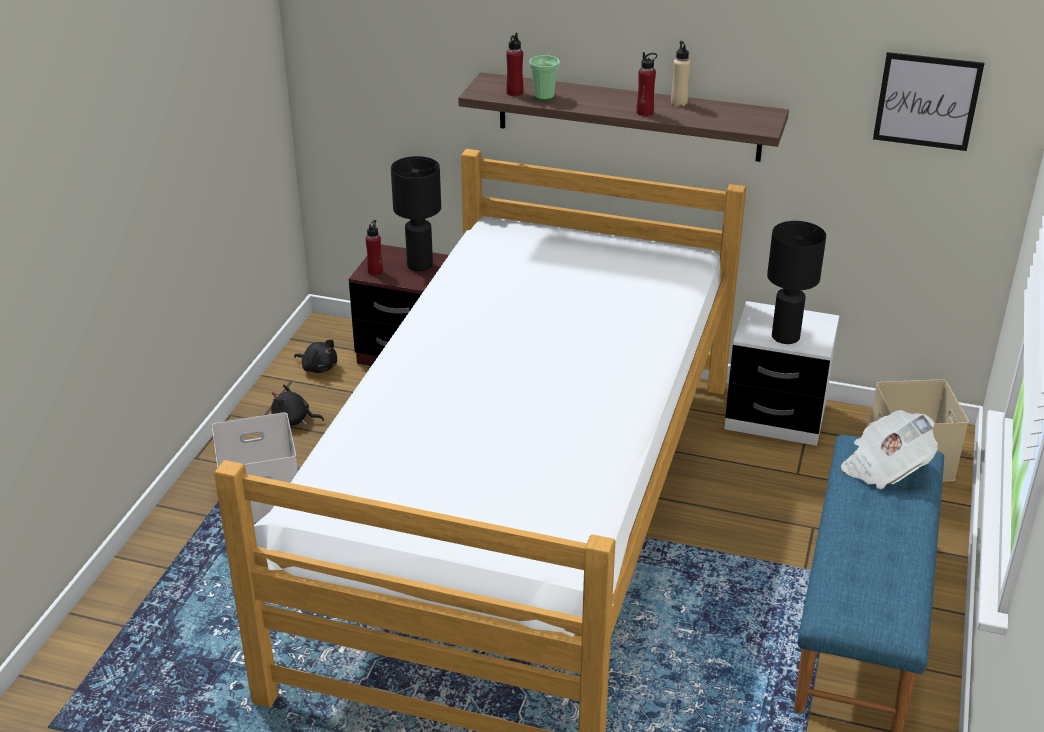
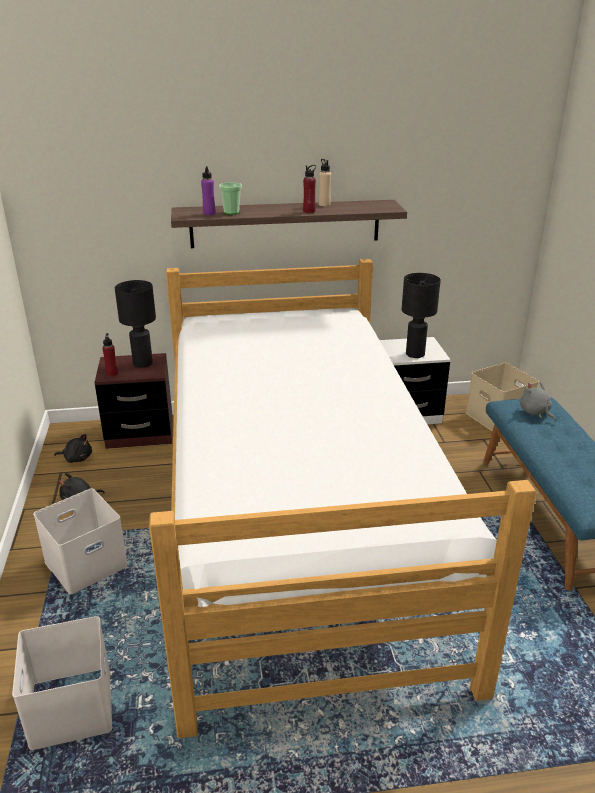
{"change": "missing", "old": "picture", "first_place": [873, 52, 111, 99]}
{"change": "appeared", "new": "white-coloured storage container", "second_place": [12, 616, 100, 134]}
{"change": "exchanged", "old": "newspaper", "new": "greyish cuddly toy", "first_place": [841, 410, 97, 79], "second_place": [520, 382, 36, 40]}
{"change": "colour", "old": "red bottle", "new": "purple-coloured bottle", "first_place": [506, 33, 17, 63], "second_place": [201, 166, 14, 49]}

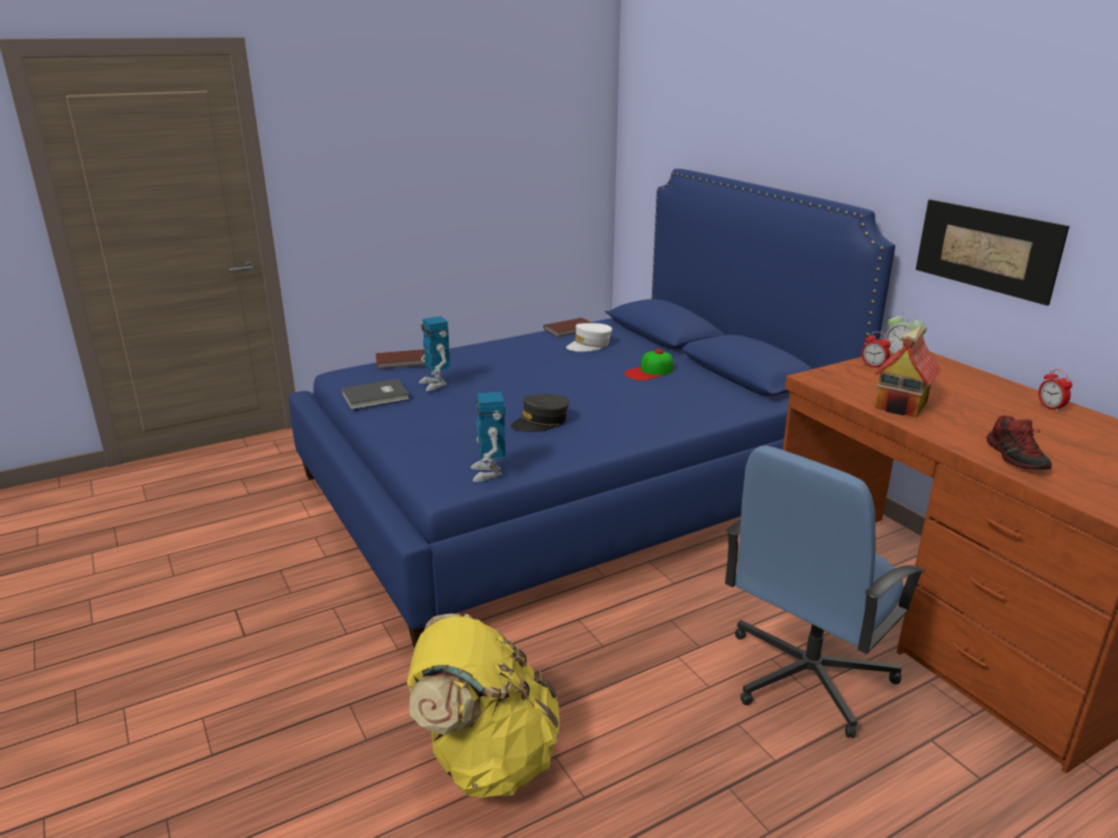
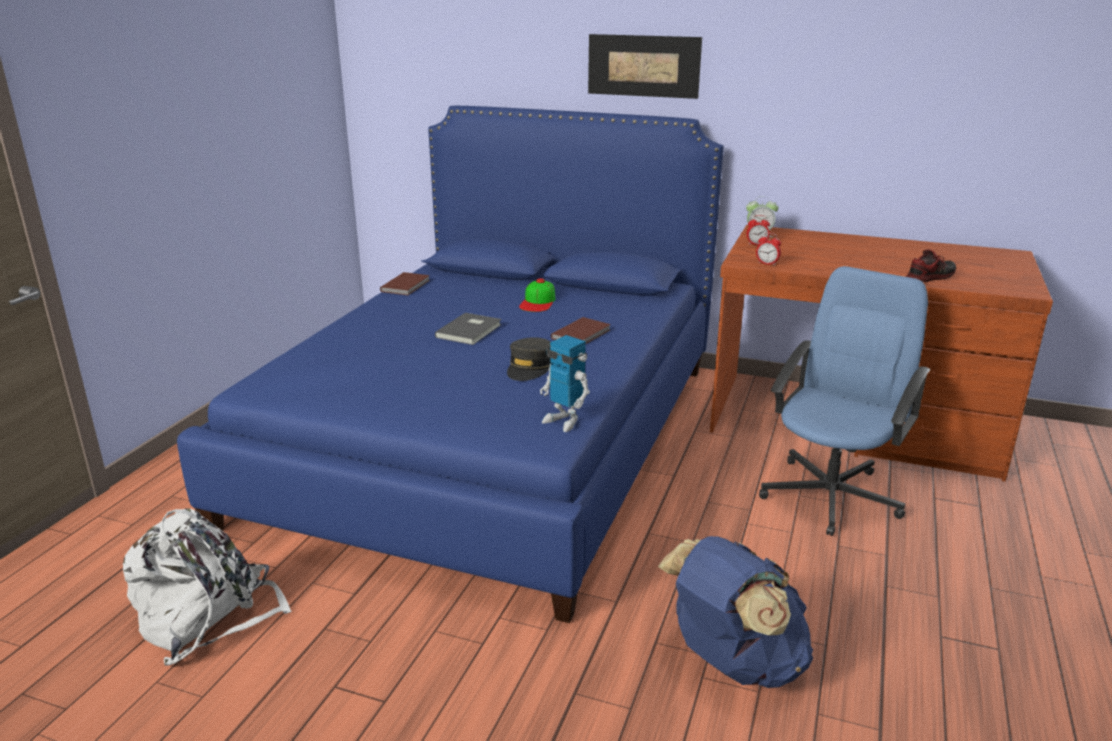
{"change": "missing", "old": "robot figure", "first_place": [419, 316, 31, 75]}
{"change": "missing", "old": "white-coloured cap", "first_place": [566, 323, 46, 29]}
{"change": "missing", "old": "model house", "first_place": [874, 326, 67, 92]}
{"change": "appeared", "new": "white-coloured rucksack", "second_place": [123, 509, 169, 157]}
{"change": "relocated", "old": "greyish bound book", "first_place": [341, 379, 68, 30], "second_place": [435, 313, 67, 32]}
{"change": "relocated", "old": "brown bound book", "first_place": [376, 349, 49, 20], "second_place": [551, 317, 60, 27]}
{"change": "relocated", "old": "picture", "first_place": [916, 199, 153, 107], "second_place": [588, 34, 114, 65]}
{"change": "relocated", "old": "bedside clock", "first_place": [1039, 369, 33, 43], "second_place": [756, 232, 25, 33]}
{"change": "colour", "old": "yellow-coloured rucksack", "new": "bluish rucksack", "first_place": [407, 614, 153, 184], "second_place": [658, 536, 155, 152]}
{"change": "spun", "old": "bluish desk chair", "first_place": [725, 446, 201, 292], "second_place": [759, 266, 172, 270], "degrees": -150}
{"change": "spun", "old": "low shoe", "first_place": [987, 416, 65, 53], "second_place": [906, 249, 50, 33], "degrees": -75}

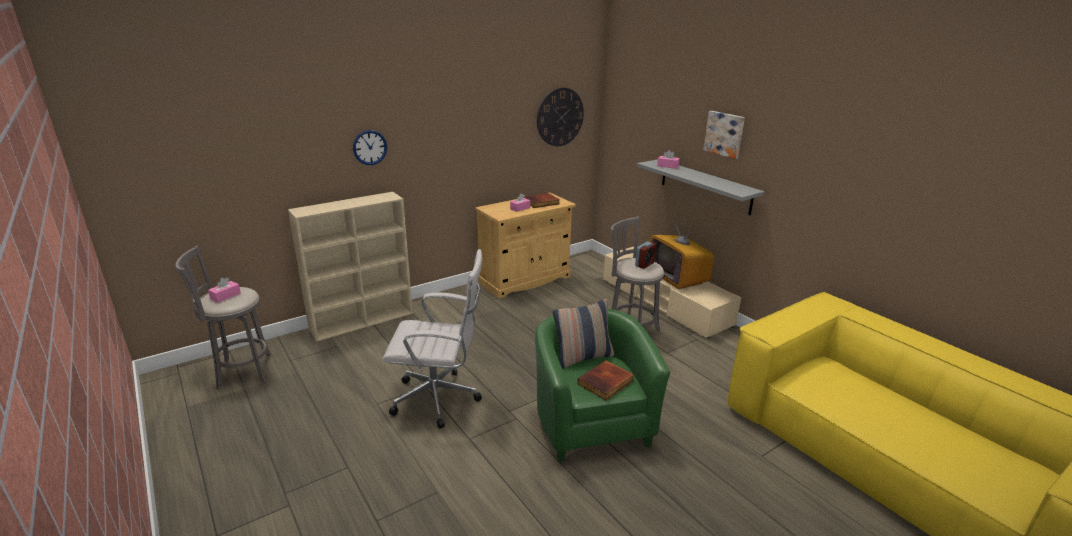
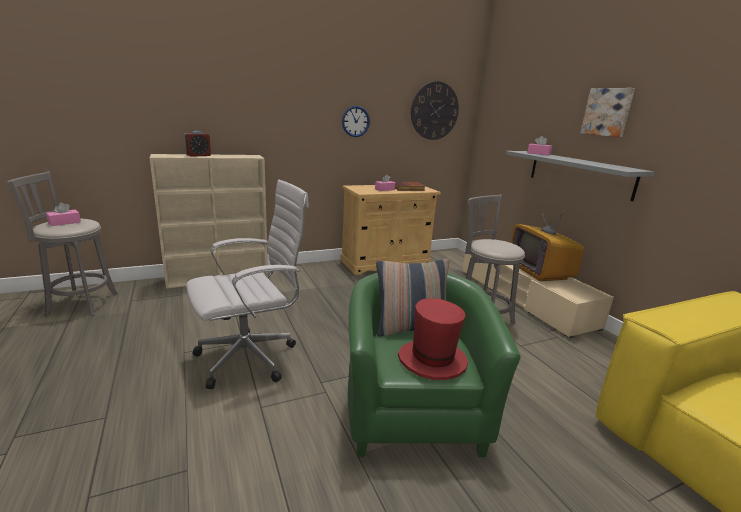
{"change": "relocated", "old": "hanging clock", "first_place": [353, 130, 34, 35], "second_place": [342, 106, 28, 31]}
{"change": "relocated", "old": "bedside clock", "first_place": [635, 241, 21, 28], "second_place": [184, 131, 27, 26]}
{"change": "exchanged", "old": "bound book", "new": "red wearable hat", "first_place": [578, 360, 56, 41], "second_place": [398, 298, 70, 82]}
{"change": "spun", "old": "white-coloured desk chair", "first_place": [383, 249, 99, 180], "second_place": [186, 180, 123, 209], "degrees": -45}

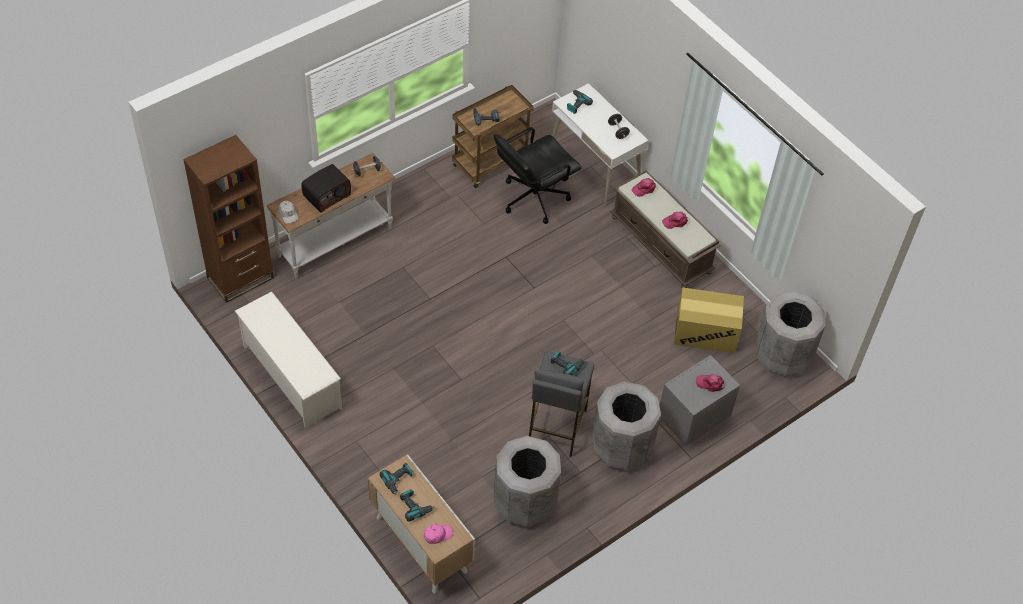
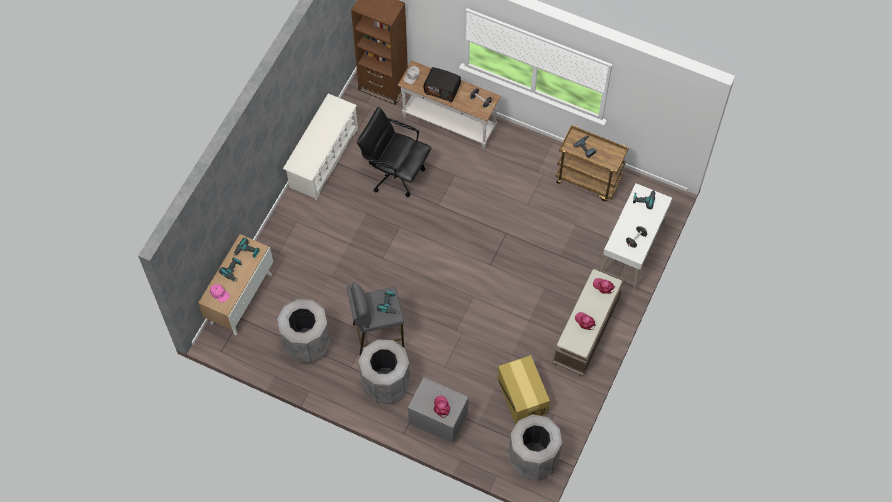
{"change": "relocated", "old": "blackish desk chair", "first_place": [494, 127, 88, 97], "second_place": [357, 107, 74, 90]}

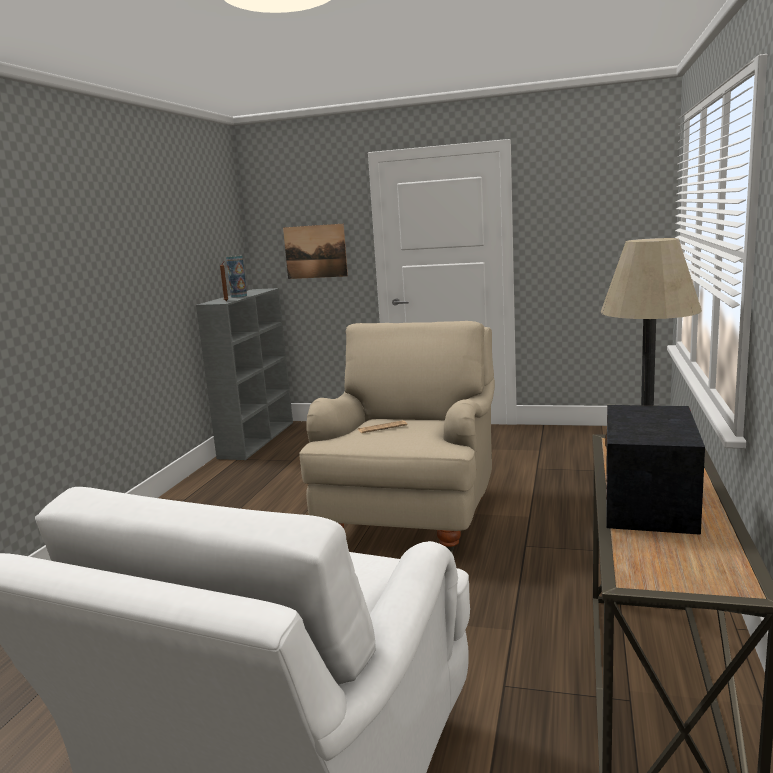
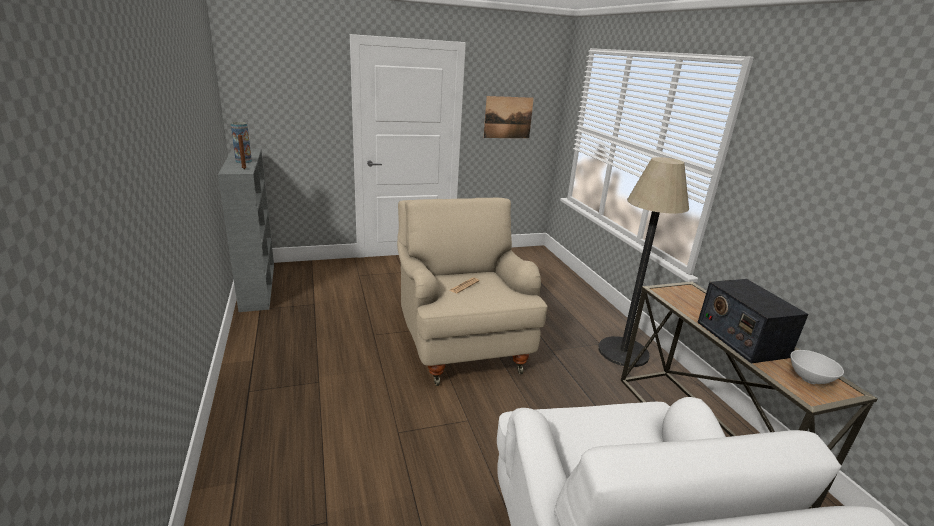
{"change": "appeared", "new": "white-coloured serving bowl", "second_place": [791, 350, 53, 34]}
{"change": "relocated", "old": "picture", "first_place": [283, 224, 65, 55], "second_place": [484, 96, 50, 42]}

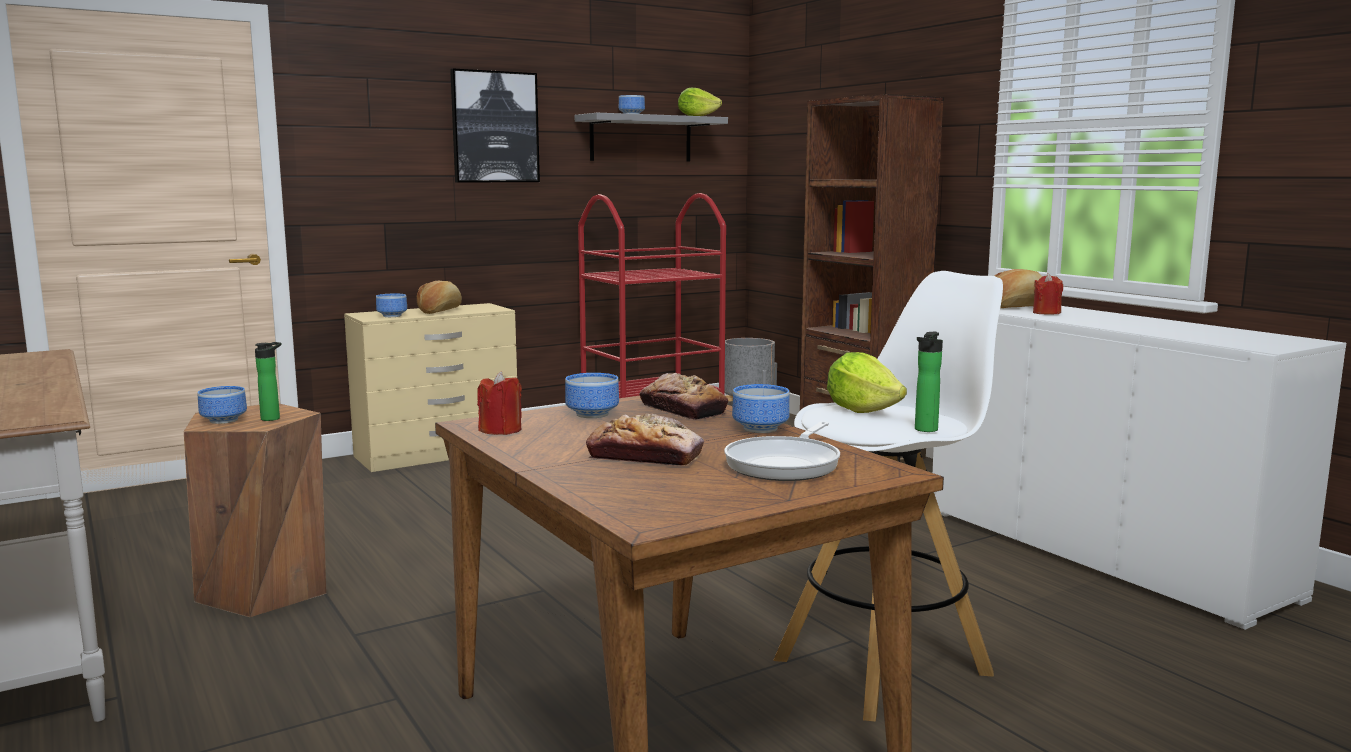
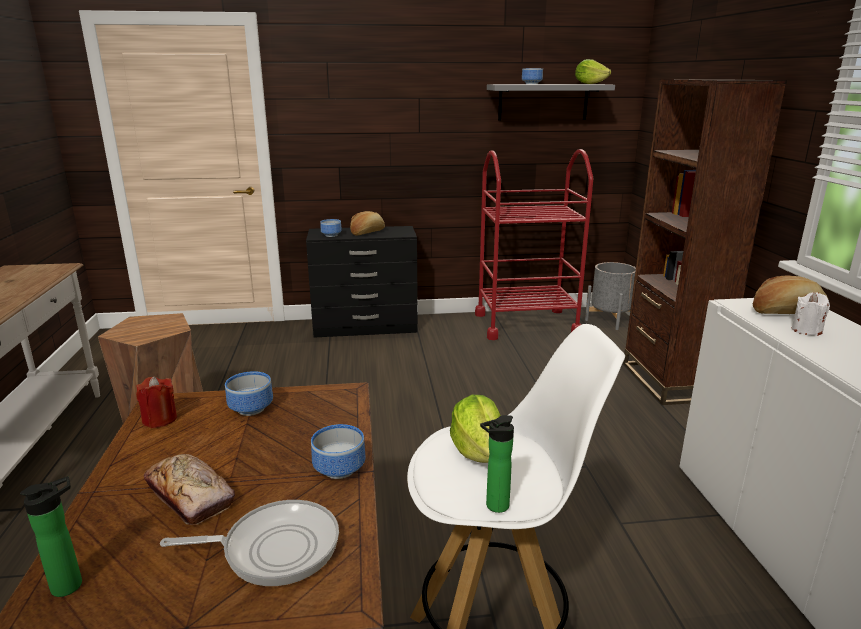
{"change": "missing", "old": "serving bowl", "first_place": [197, 386, 50, 38]}
{"change": "missing", "old": "picture", "first_place": [450, 69, 90, 114]}
{"change": "missing", "old": "bakery bread", "first_place": [639, 373, 89, 47]}
{"change": "relocated", "old": "bottle", "first_place": [255, 342, 26, 79], "second_place": [20, 476, 62, 121]}
{"change": "colour", "old": "beige-coloured chest of drawers", "new": "blackish chest of drawers", "first_place": [344, 303, 173, 169], "second_place": [306, 226, 112, 111]}
{"change": "colour", "old": "red wax candle", "new": "white-coloured wax candle", "first_place": [1033, 274, 30, 41], "second_place": [792, 292, 38, 44]}
{"change": "spun", "old": "frying pan", "first_place": [724, 422, 116, 59], "second_place": [160, 500, 179, 86], "degrees": -150}

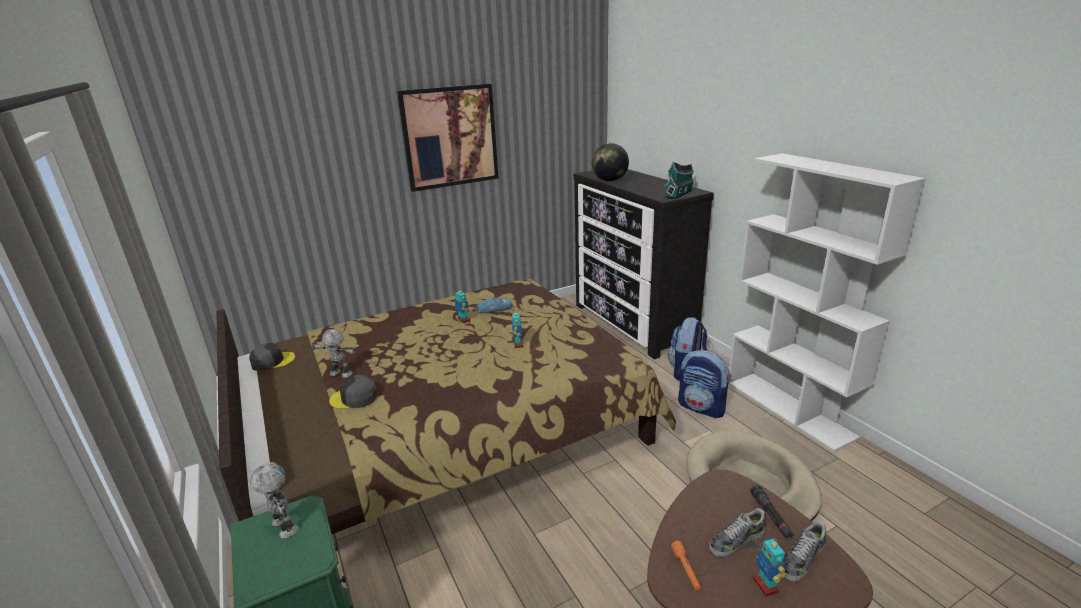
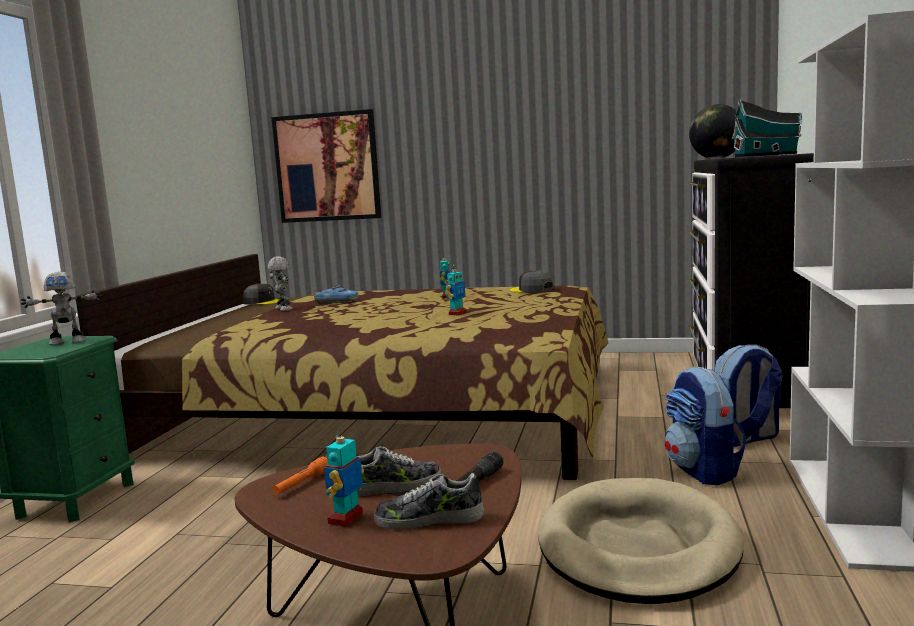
{"change": "relocated", "old": "greyish cap", "first_place": [329, 375, 49, 34], "second_place": [510, 270, 43, 23]}
{"change": "relocated", "old": "picture", "first_place": [397, 84, 102, 108], "second_place": [271, 109, 110, 114]}
{"change": "relocated", "old": "model car", "first_place": [476, 296, 37, 17], "second_place": [314, 284, 45, 19]}
{"change": "spun", "old": "robot figure", "first_place": [250, 462, 49, 76], "second_place": [21, 272, 81, 73], "degrees": 75}
{"change": "spun", "old": "low shoe", "first_place": [709, 508, 56, 49], "second_place": [357, 446, 85, 50], "degrees": 150}

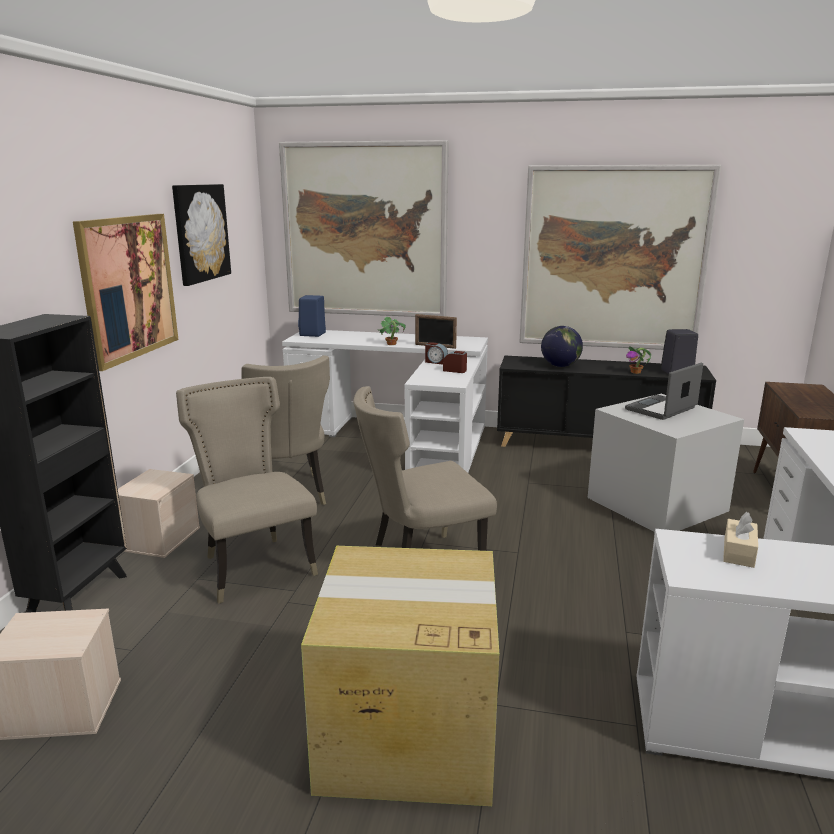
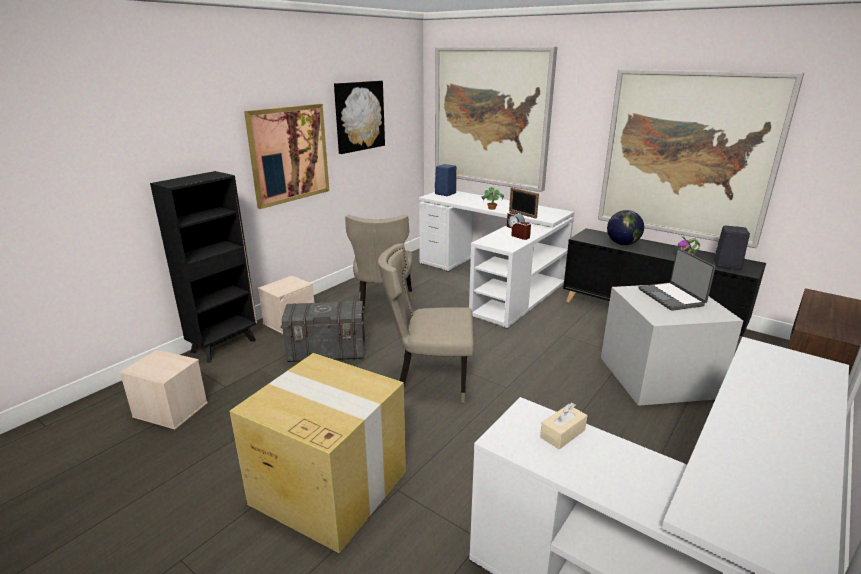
{"change": "exchanged", "old": "beige-coloured plain chair", "new": "greyish storage container", "first_place": [176, 377, 142, 227], "second_place": [281, 301, 84, 61]}
{"change": "spun", "old": "notebook computer", "first_place": [625, 363, 78, 57], "second_place": [638, 248, 78, 63], "degrees": -90}

